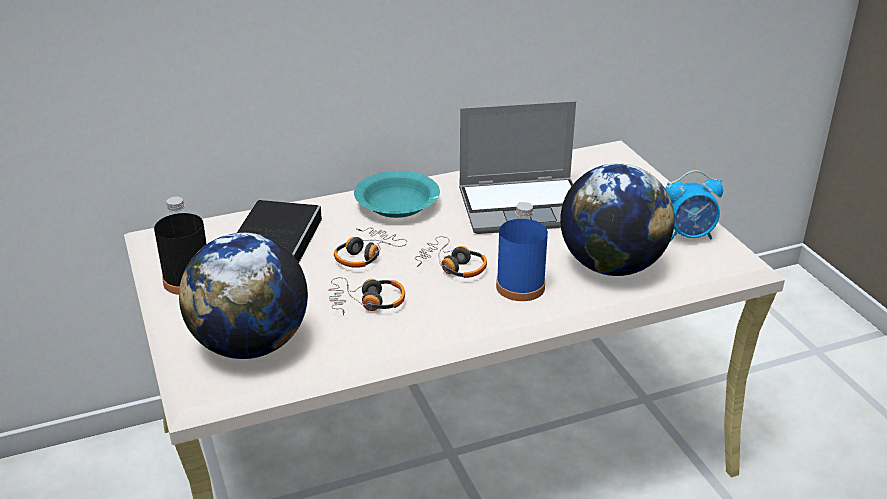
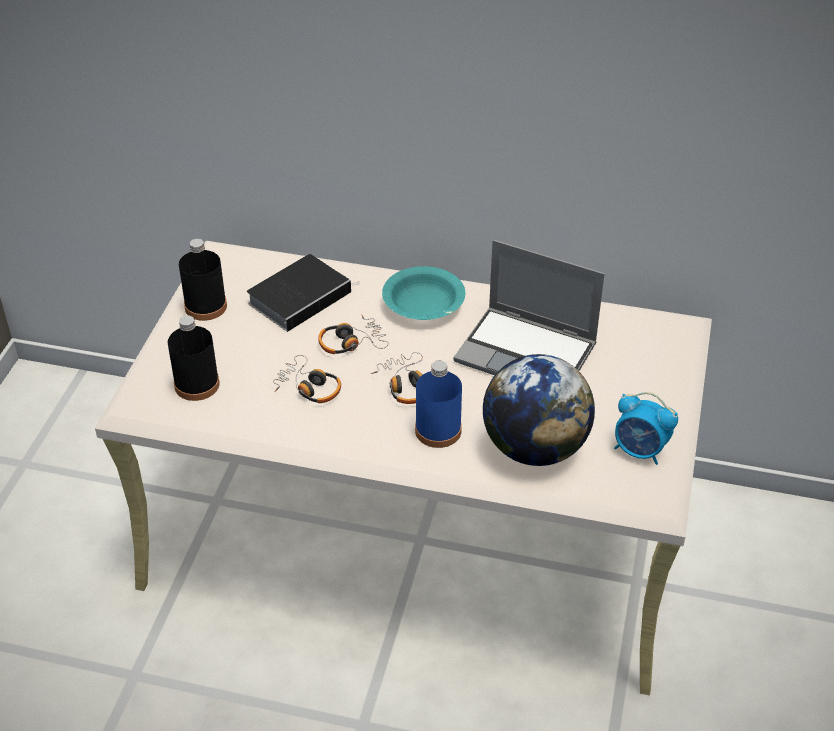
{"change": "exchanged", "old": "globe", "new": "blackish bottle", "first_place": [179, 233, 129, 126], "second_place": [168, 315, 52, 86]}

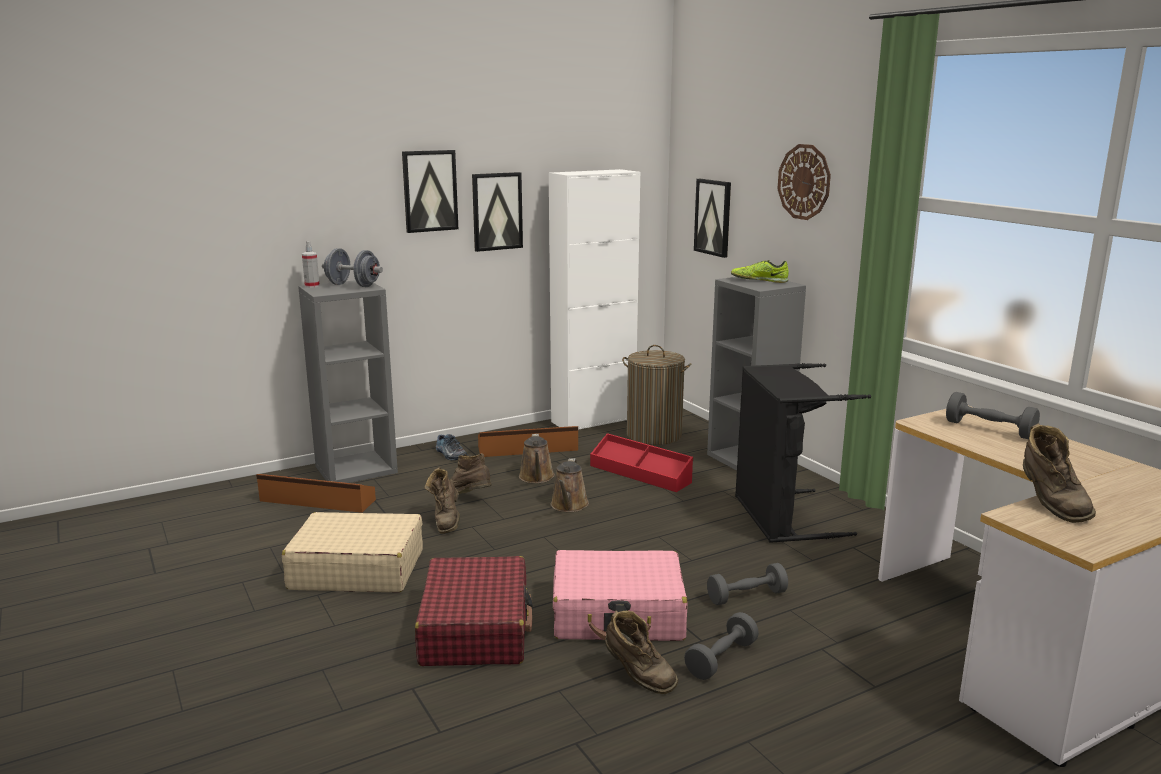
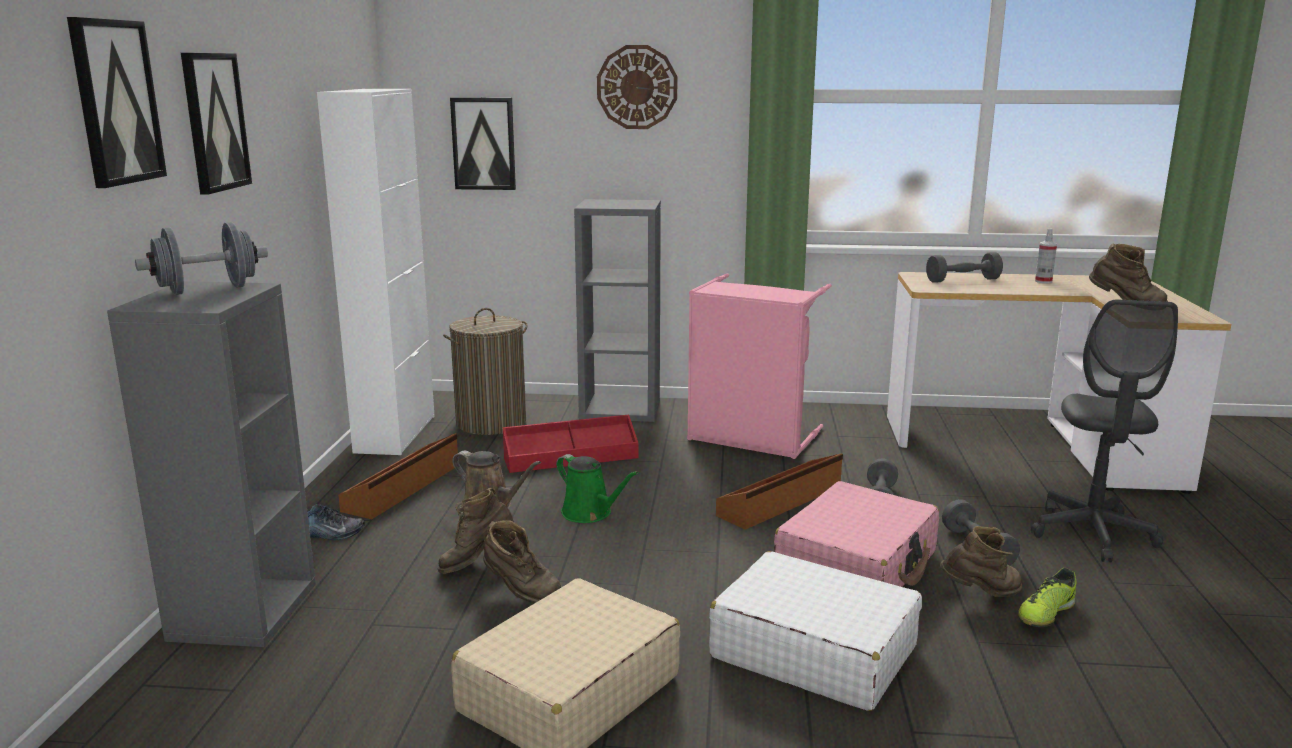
{"change": "appeared", "new": "greyish desk chair", "second_place": [1031, 300, 147, 262]}
{"change": "relocated", "old": "brown storage container", "first_place": [256, 474, 120, 39], "second_place": [716, 453, 127, 77]}
{"change": "relocated", "old": "hand sprayer", "first_place": [302, 241, 18, 47], "second_place": [1035, 228, 22, 55]}
{"change": "relocated", "old": "picture", "first_place": [472, 172, 51, 80], "second_place": [67, 17, 100, 171]}
{"change": "relocated", "old": "low shoe", "first_place": [731, 260, 58, 23], "second_place": [1018, 568, 59, 59]}
{"change": "colour", "old": "red travel case", "new": "white-coloured travel case", "first_place": [415, 556, 118, 110], "second_place": [709, 551, 213, 160]}
{"change": "colour", "old": "brown watering can", "new": "greenish watering can", "first_place": [551, 458, 38, 54], "second_place": [556, 454, 82, 69]}
{"change": "colour", "old": "blackish washing basket", "new": "pink-coloured washing basket", "first_place": [735, 363, 136, 180], "second_place": [687, 273, 145, 186]}

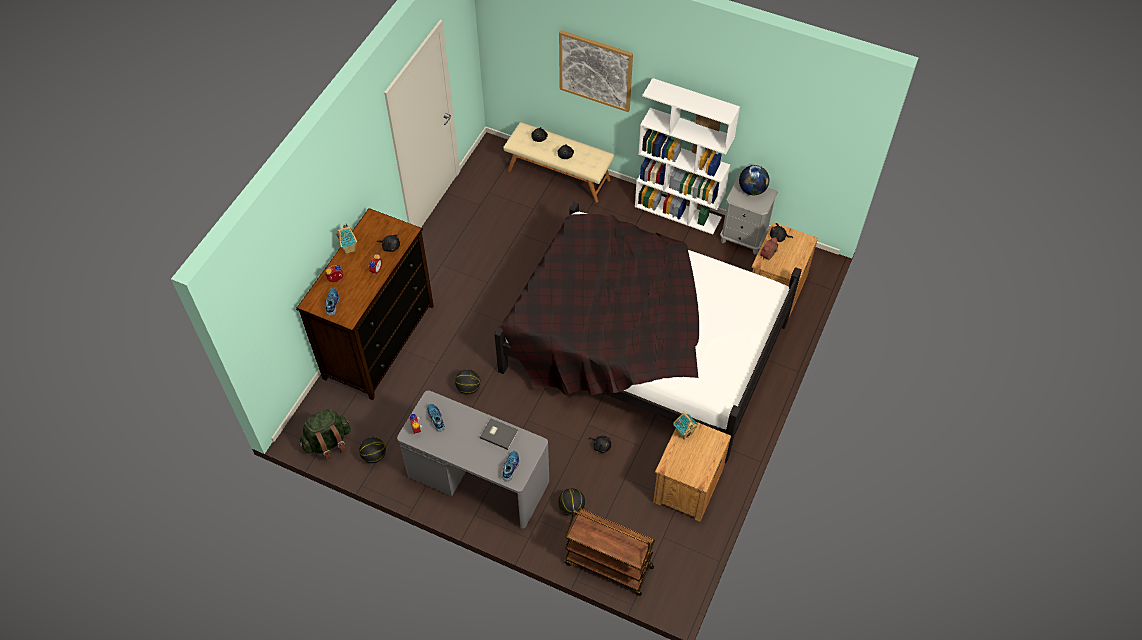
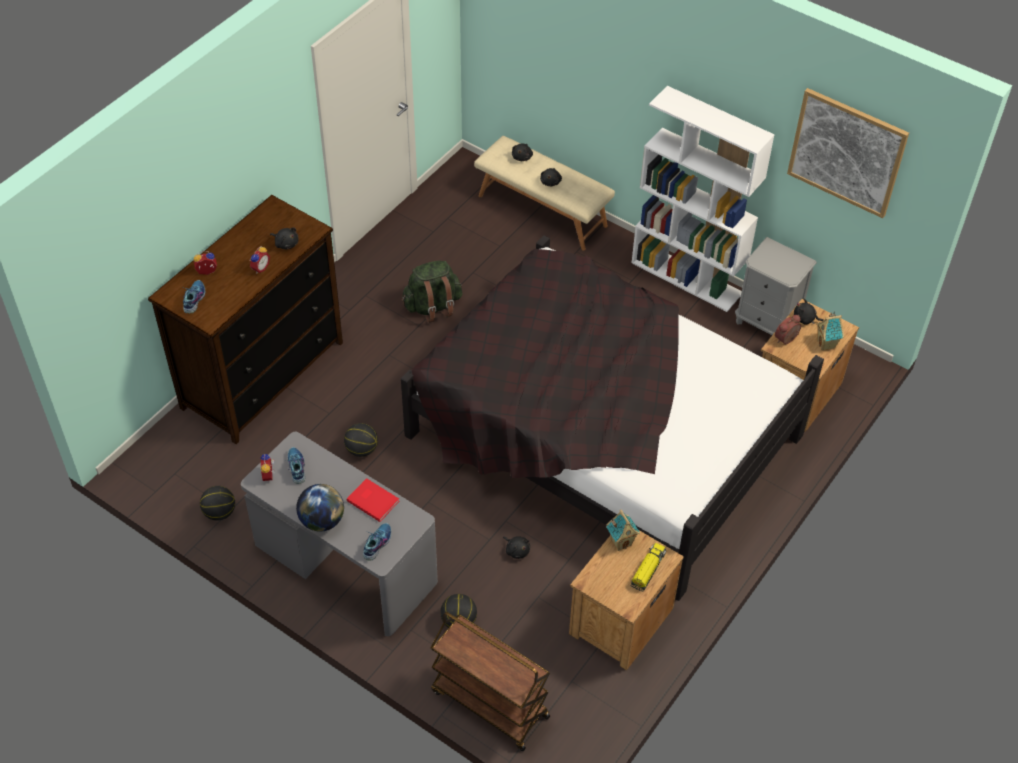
{"change": "appeared", "new": "toy truck", "second_place": [630, 543, 36, 49]}
{"change": "relocated", "old": "greenish rucksack", "first_place": [300, 409, 51, 51], "second_place": [402, 261, 60, 62]}
{"change": "relocated", "old": "model house", "first_place": [336, 224, 21, 30], "second_place": [816, 311, 28, 40]}
{"change": "relocated", "old": "picture", "first_place": [559, 30, 74, 82], "second_place": [787, 88, 122, 130]}
{"change": "relocated", "old": "globe", "first_place": [739, 165, 30, 30], "second_place": [296, 484, 48, 48]}
{"change": "colour", "old": "greyish bound book", "new": "red bound book", "first_place": [480, 418, 39, 32], "second_place": [347, 478, 52, 44]}

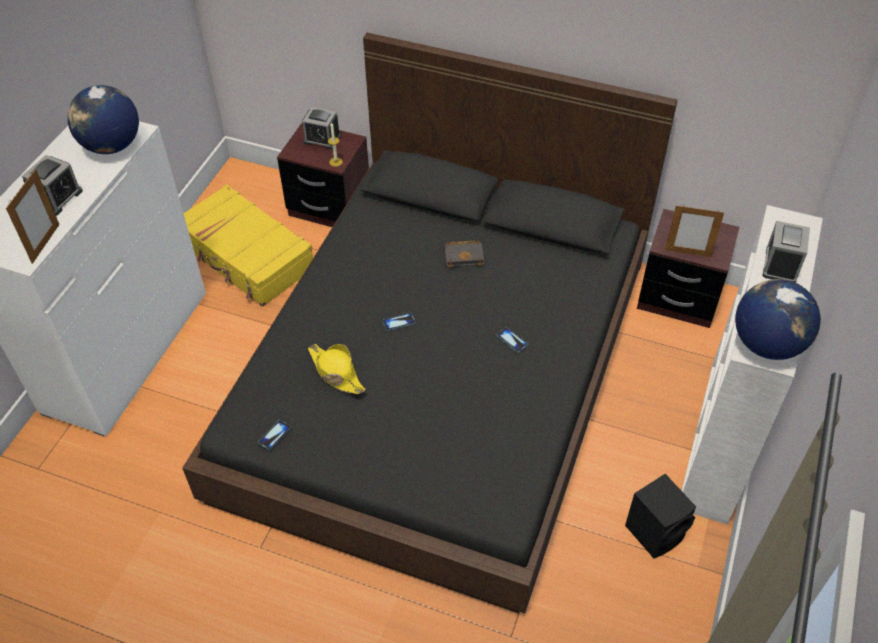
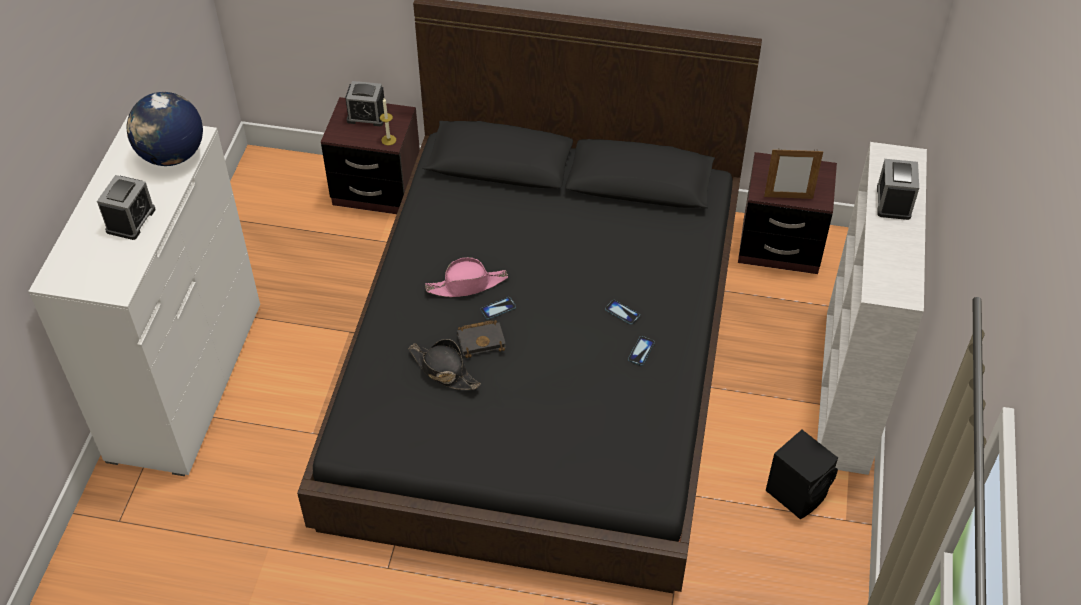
{"change": "missing", "old": "photo frame", "first_place": [6, 169, 54, 95]}
{"change": "missing", "old": "yellow-coloured travel case", "first_place": [183, 184, 130, 123]}
{"change": "missing", "old": "globe", "first_place": [735, 279, 86, 81]}
{"change": "appeared", "new": "pink-coloured wearable hat", "second_place": [425, 257, 83, 40]}
{"change": "relocated", "old": "phone", "first_place": [258, 420, 33, 30], "second_place": [628, 336, 27, 30]}
{"change": "relocated", "old": "blackish bound book", "first_place": [445, 241, 39, 27], "second_place": [457, 320, 49, 38]}
{"change": "colour", "old": "yellow-coloured wearable hat", "new": "blackish wearable hat", "first_place": [308, 344, 58, 50], "second_place": [408, 339, 73, 51]}

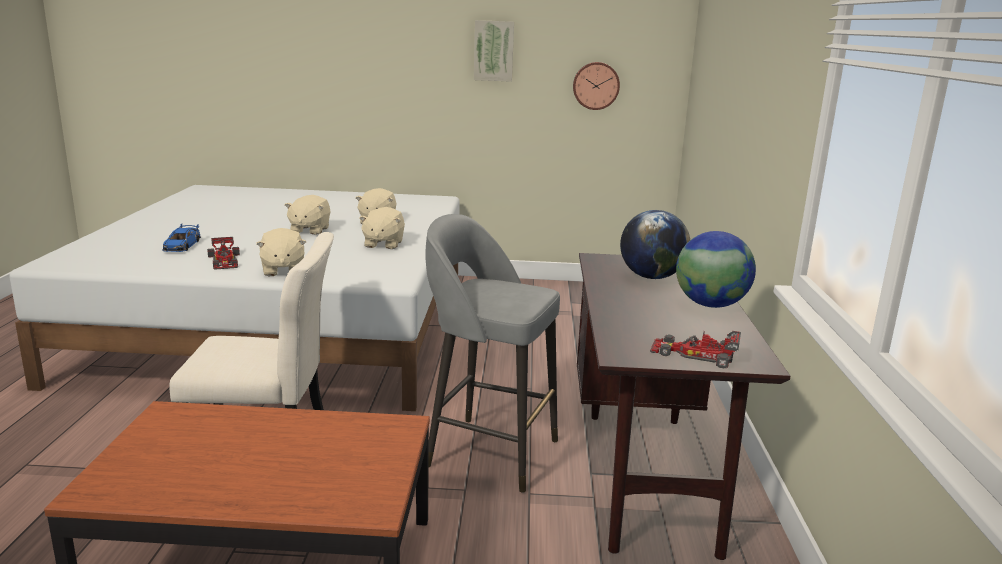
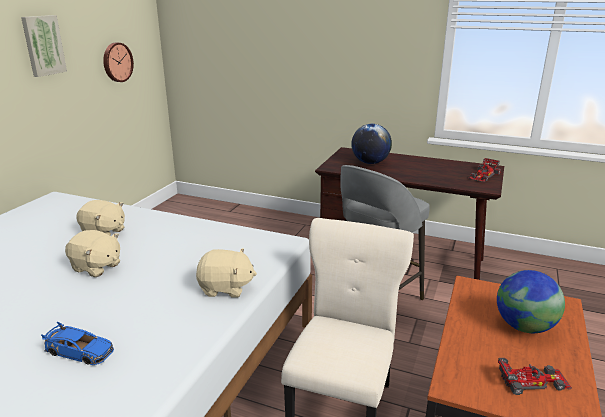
{"change": "missing", "old": "beige-coloured cuddly toy", "first_place": [359, 207, 46, 42]}
{"change": "relocated", "old": "model car", "first_place": [207, 237, 33, 33], "second_place": [498, 358, 74, 37]}
{"change": "relocated", "old": "globe", "first_place": [676, 231, 80, 77], "second_place": [497, 270, 68, 63]}

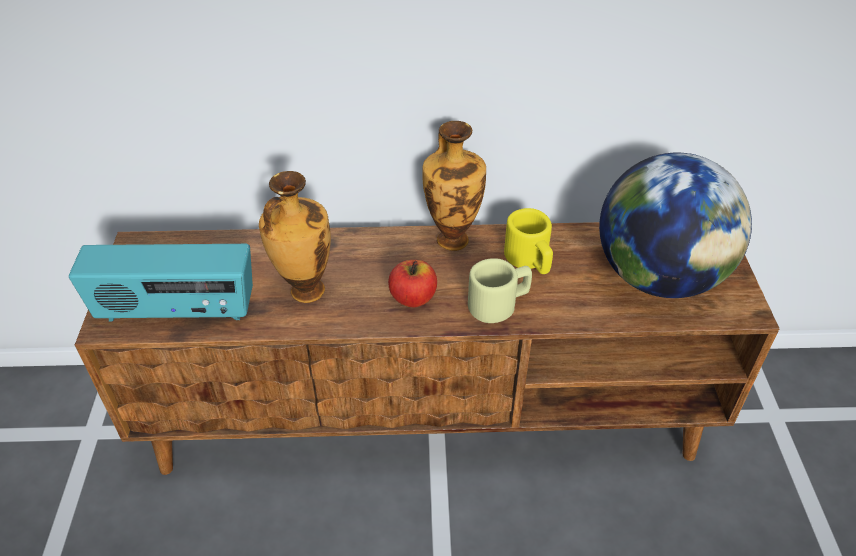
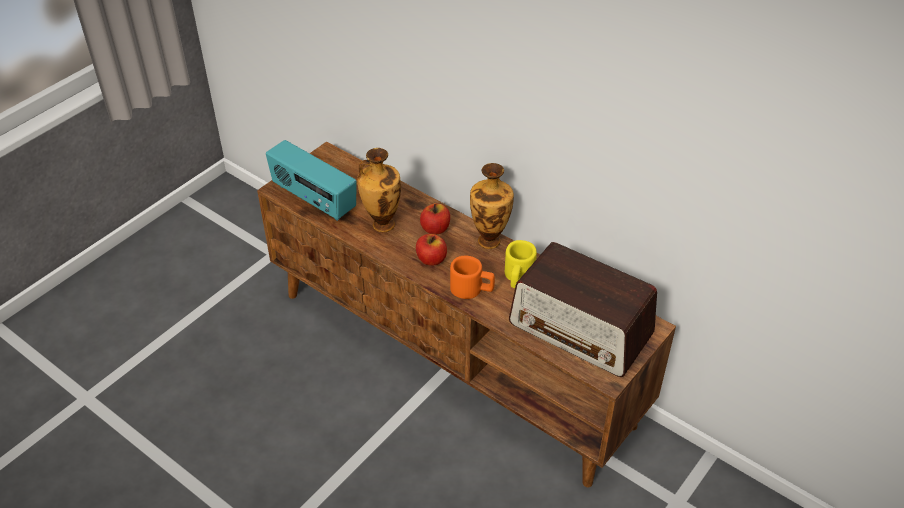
{"change": "appeared", "new": "apple fruit", "second_place": [420, 203, 30, 32]}
{"change": "exchanged", "old": "globe", "new": "radio receiver", "first_place": [599, 153, 153, 145], "second_place": [509, 242, 148, 135]}
{"change": "colour", "old": "beige-coloured tea mug", "new": "orange tea mug", "first_place": [468, 258, 64, 65], "second_place": [450, 256, 45, 43]}

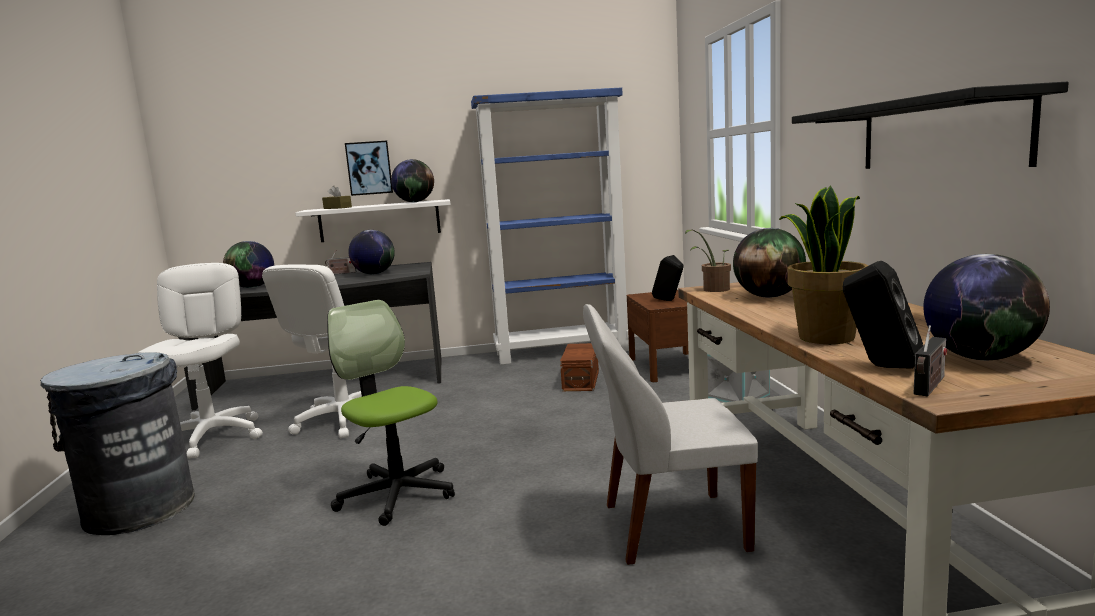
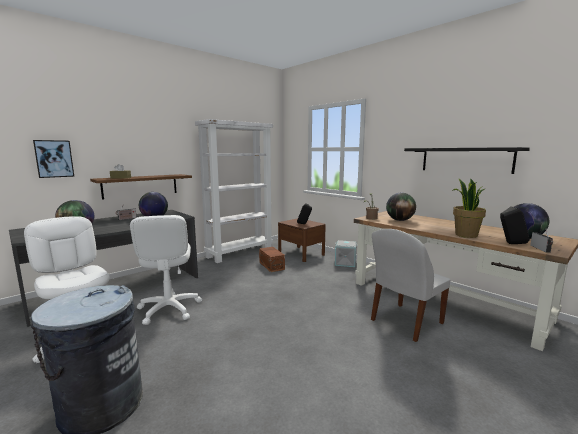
{"change": "missing", "old": "desk chair", "first_place": [327, 300, 128, 226]}
{"change": "missing", "old": "globe", "first_place": [391, 159, 43, 43]}
{"change": "relocated", "old": "picture", "first_place": [345, 141, 48, 55], "second_place": [33, 140, 41, 38]}
{"change": "colour", "old": "white-coloured wall shelf", "new": "brown wall shelf", "first_place": [296, 199, 155, 43], "second_place": [90, 174, 102, 26]}
{"change": "colour", "old": "bluish shelving unit", "new": "white-coloured shelving unit", "first_place": [471, 87, 158, 278], "second_place": [195, 119, 78, 144]}

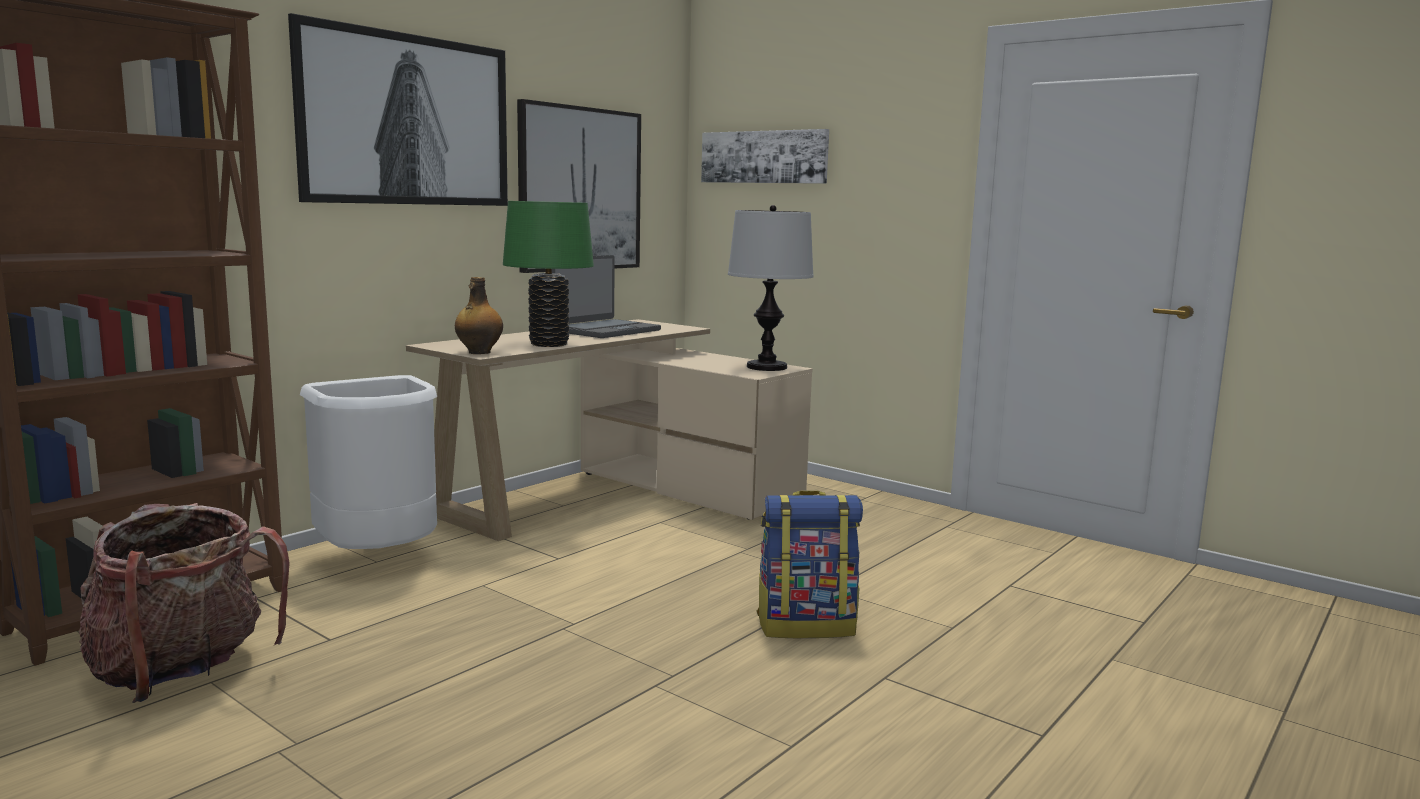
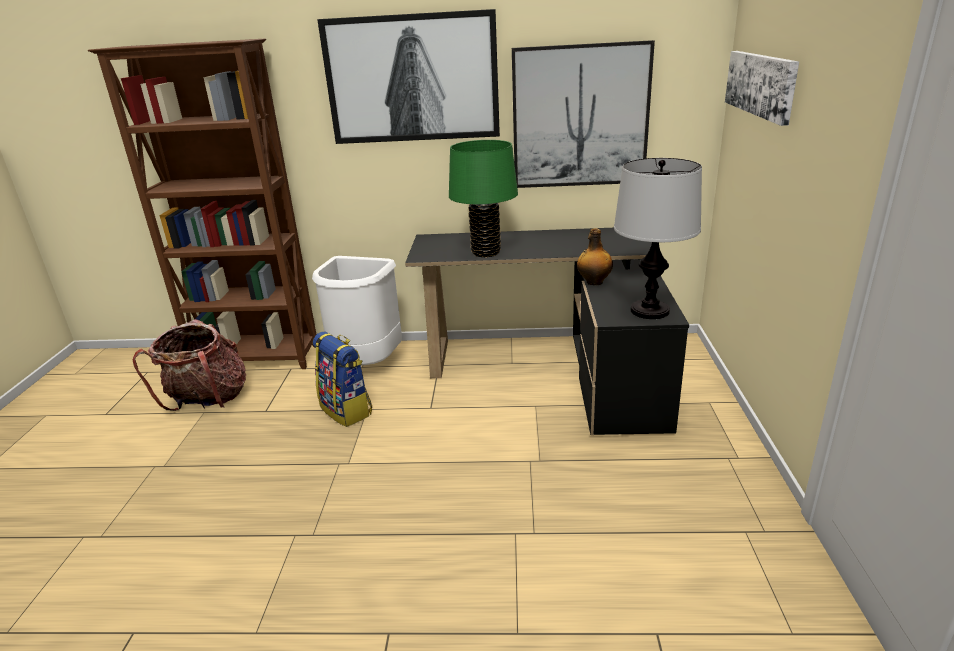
{"change": "missing", "old": "notebook computer", "first_place": [552, 255, 109, 83]}
{"change": "relocated", "old": "bottle", "first_place": [455, 277, 48, 77], "second_place": [577, 228, 36, 57]}
{"change": "relocated", "old": "rucksack", "first_place": [757, 490, 106, 148], "second_place": [313, 331, 59, 96]}
{"change": "colour", "old": "beige-coloured desk", "new": "blackish desk", "first_place": [406, 319, 407, 222], "second_place": [405, 228, 284, 207]}

